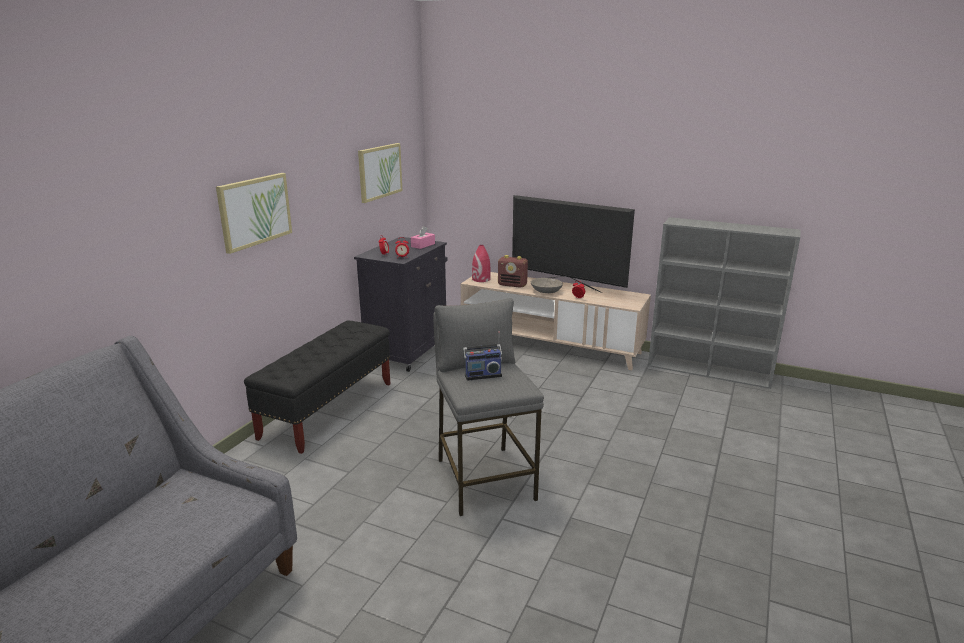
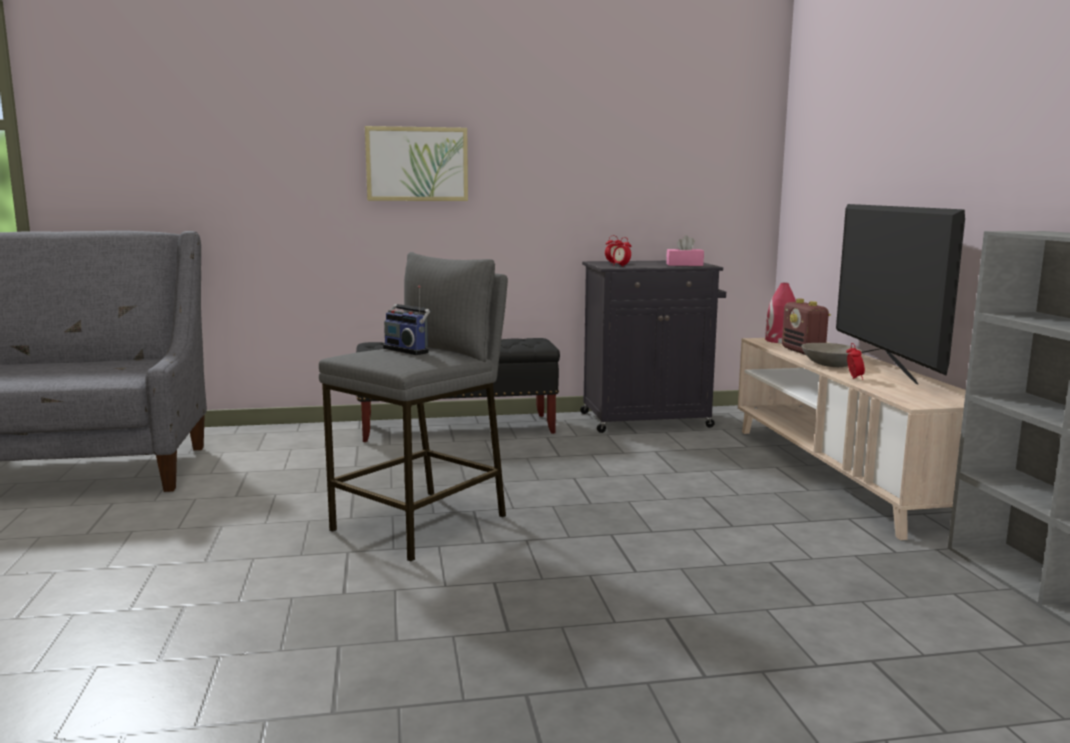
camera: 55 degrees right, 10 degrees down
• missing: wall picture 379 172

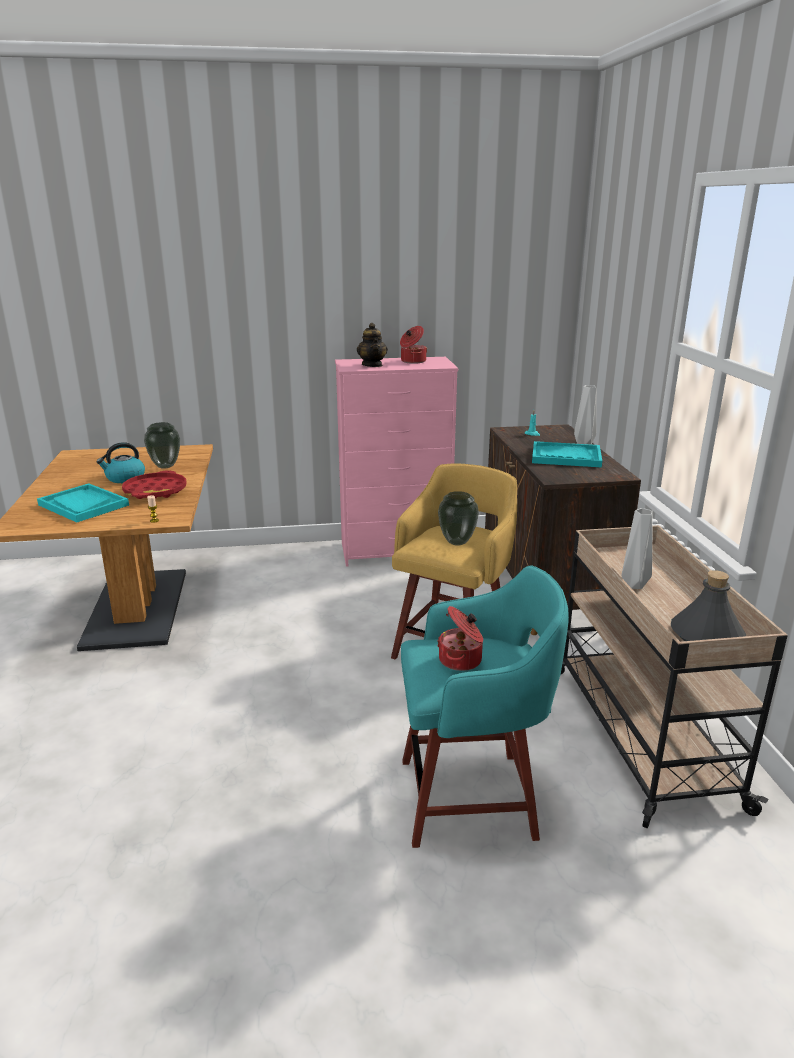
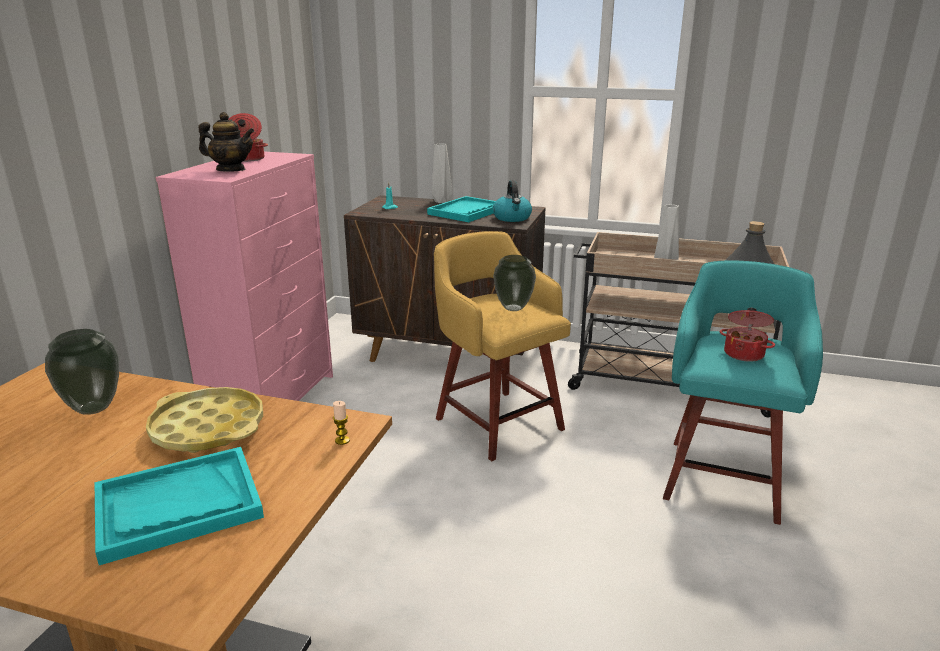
camera: 65 degrees left, 0 degrees up
• colour: red carrying tray 155 491 to yellow carrying tray 208 428
• relocated: kettle 125 478 to 512 218

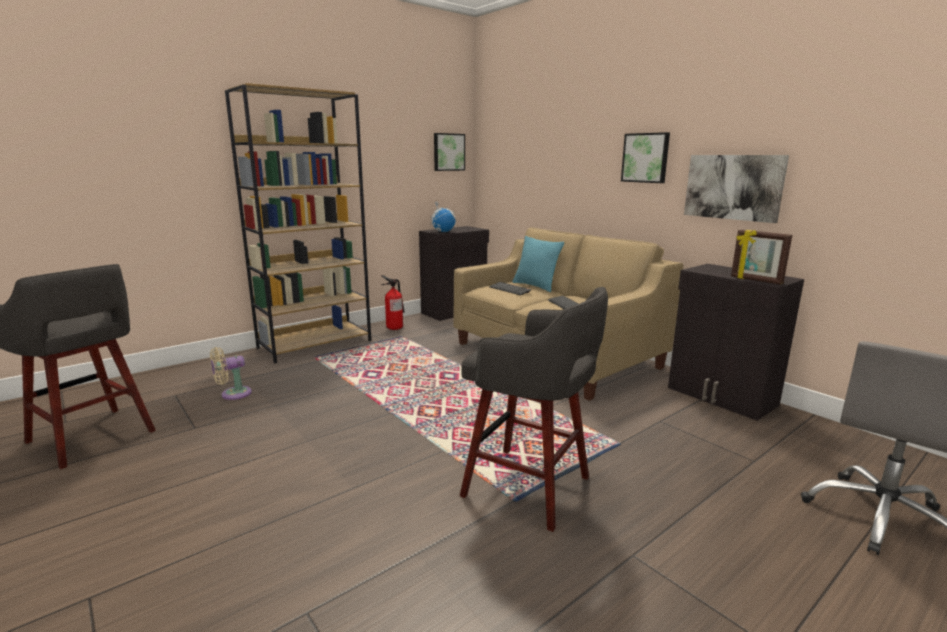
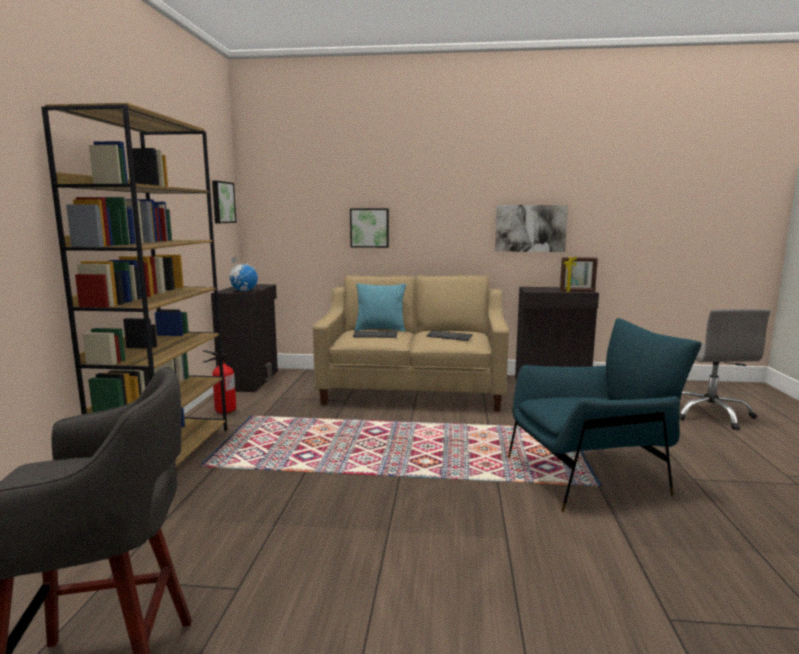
camera: 45 degrees left, 5 degrees down
• relocated: wall picture 646 158 to 369 228
• exchanged: gray sitting stool 530 488 to blue lounge chair 589 475
• missing: beige-coloured fan 233 394

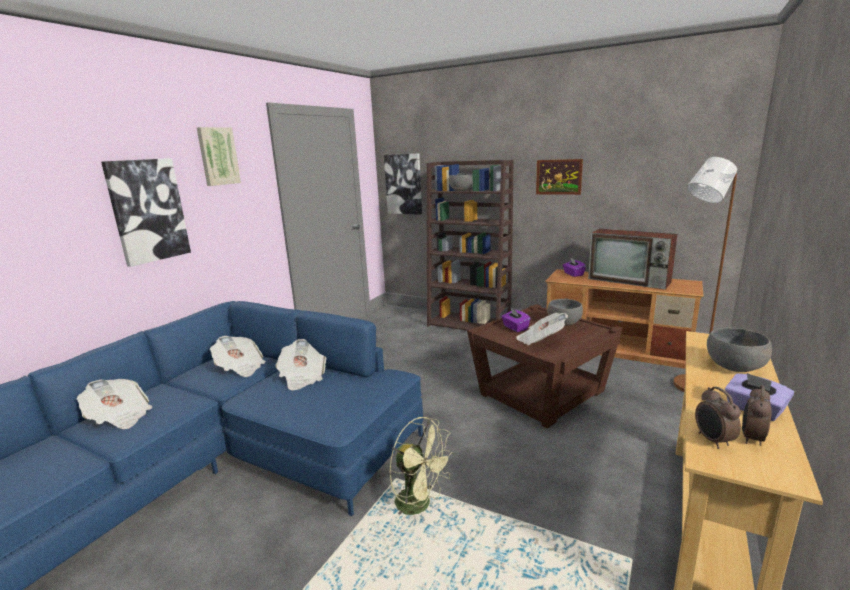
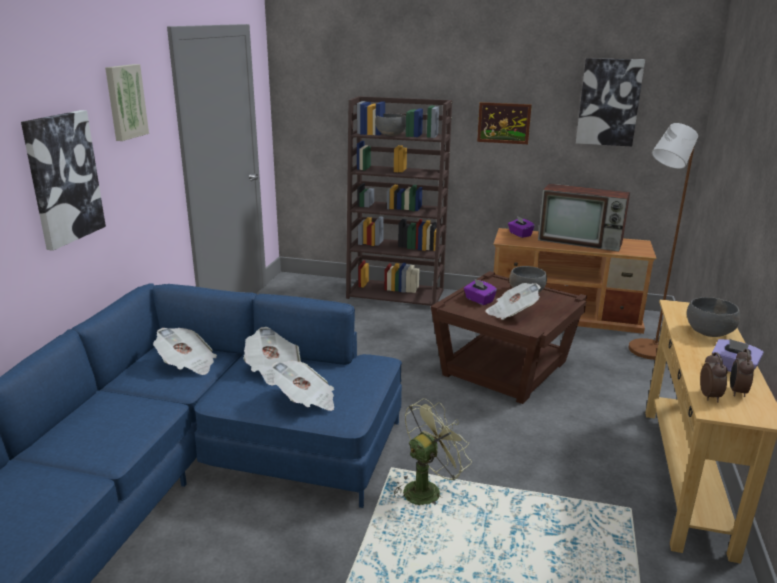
camera: 15 degrees left, 5 degrees up
• relocated: printed paper 119 417 to 306 400
• spun: green fan 420 505 = 427 489 60 degrees counterclockwise
• relocated: wall picture 403 184 to 609 102
• spun: alarm clock 712 440 = 710 396 150 degrees counterclockwise

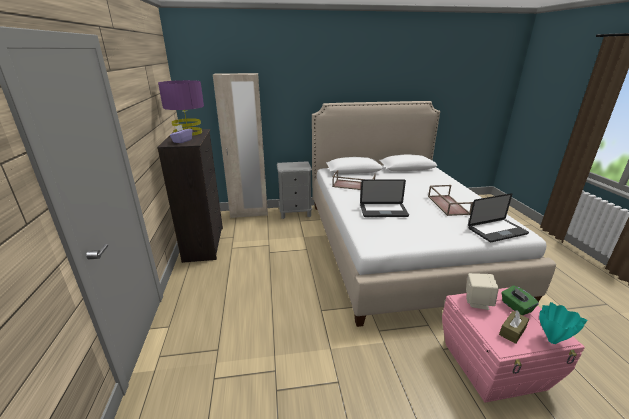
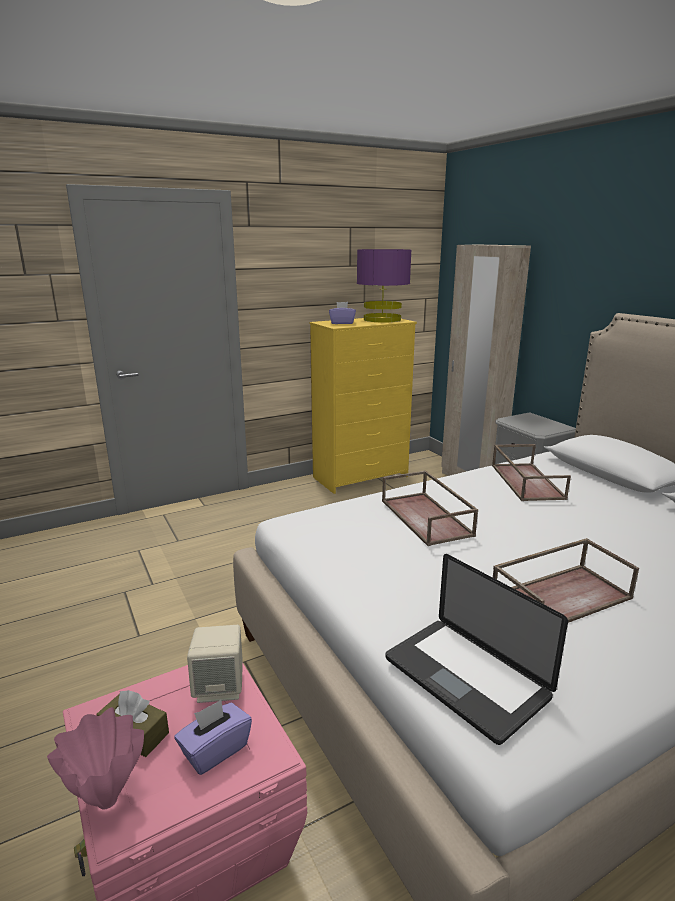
camera: 70 degrees right, 5 degrees down
• colour: turquoise-coloured flower vase 551 340 to pinkish flower vase 108 799
• colour: green tissue box 516 307 to purple-coloured tissue box 215 750
• colour: black chest of drawers 204 244 to yellow chest of drawers 361 477
• exchanged: notebook computer 383 211 to brownish carrying tray 427 518

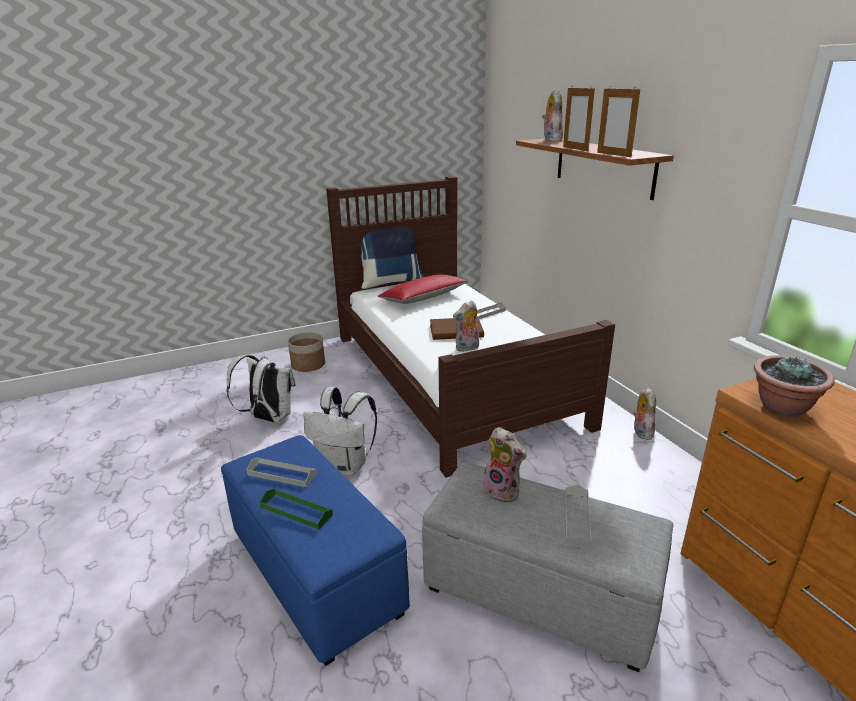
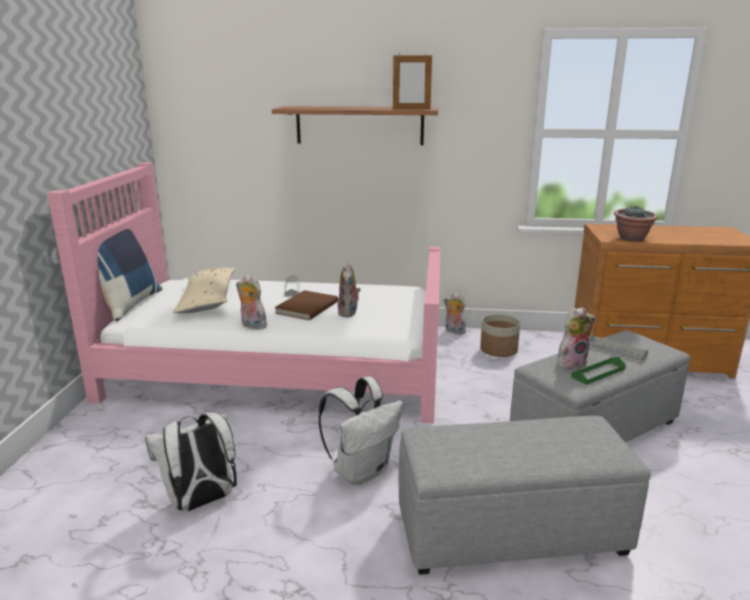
camera: 60 degrees left, 5 degrees down
• colour: brownish bed 450 376 to pinkish bed 277 369
• colour: red cushion 423 298 to beige-coloured cushion 207 300
• relocated: cuddly toy 551 140 to 252 326
• colour: blue footrest 316 573 to gray footrest 512 532
• relocated: flower pot 308 365 to 499 350
• relocated: green carrying tray 296 511 to 598 373
• missing: gray carrying tray 282 474
• missing: photo frame 575 149

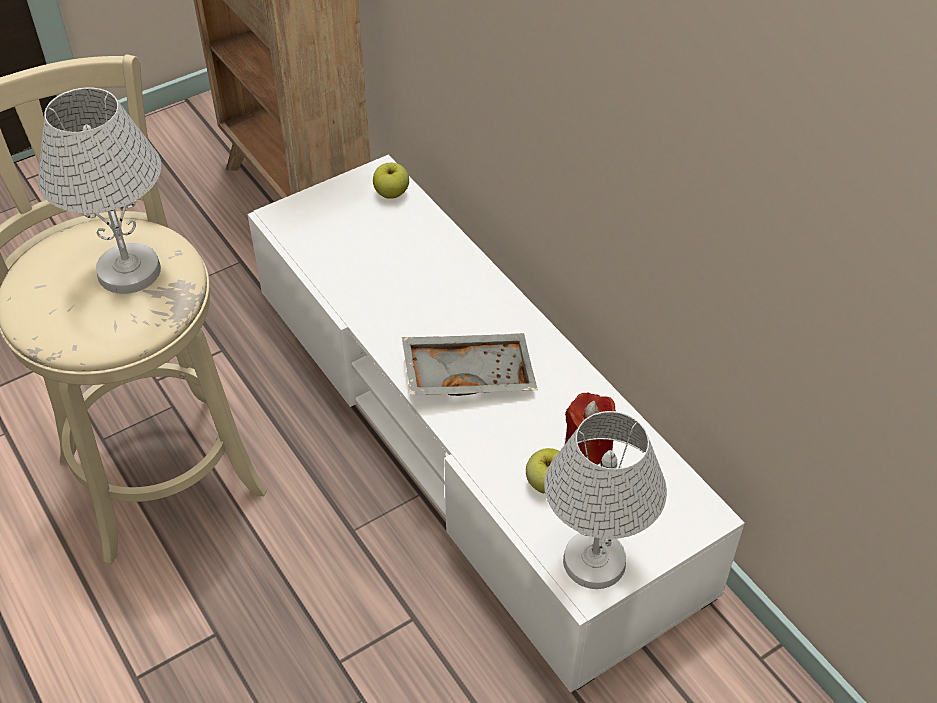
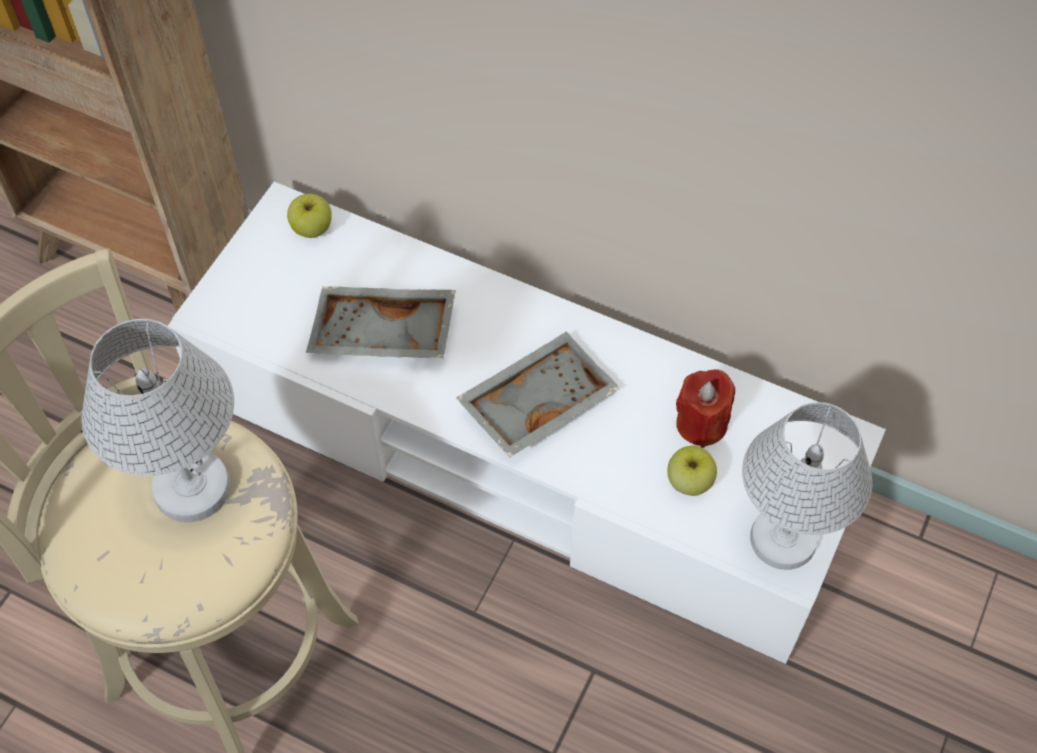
camera: 30 degrees left, 10 degrees up
• appeared: gray carrying tray 382 335

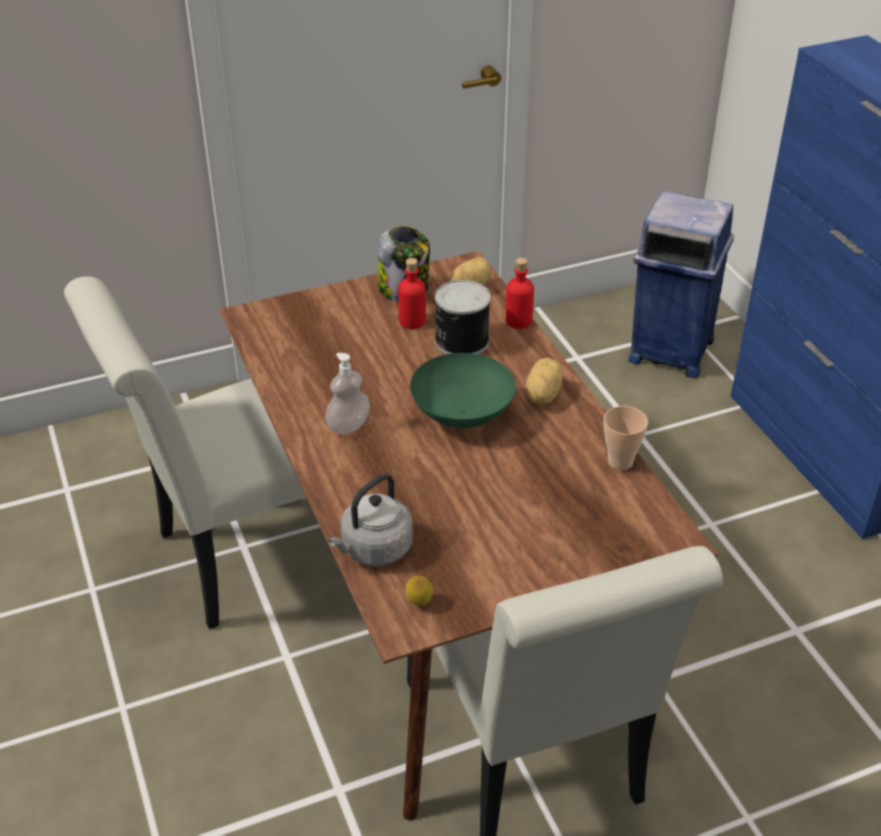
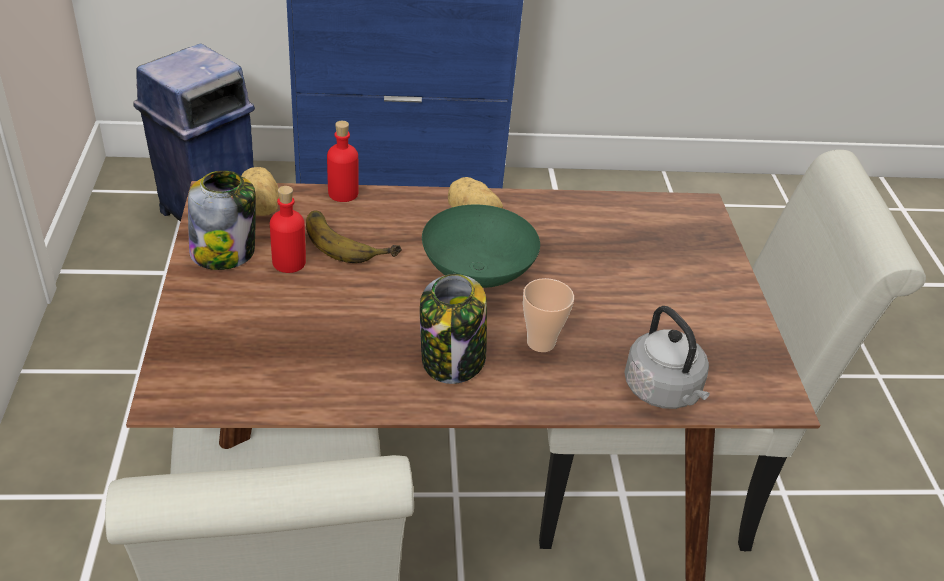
camera: 75 degrees left, 0 degrees up
• exchanged: can 460 340 to whole banana 350 239
• exchanged: liquid soap bottle 348 425 to storage jar 452 360
• relocated: small cup 620 462 to 541 342
• missing: citrus fruit 419 603

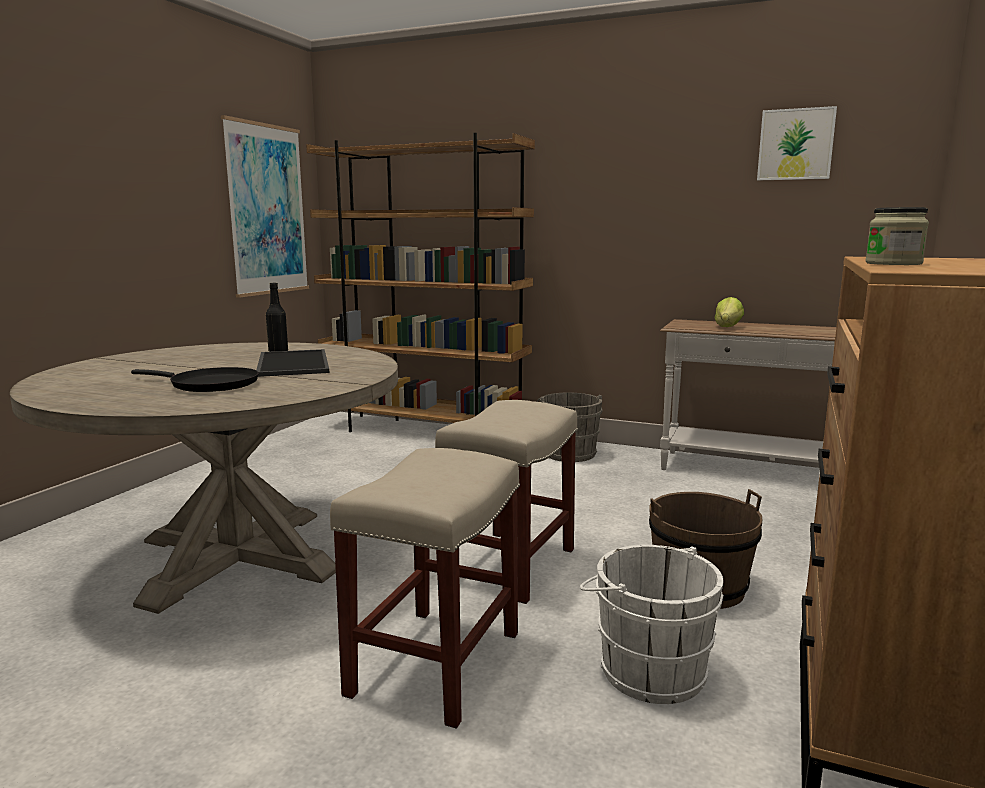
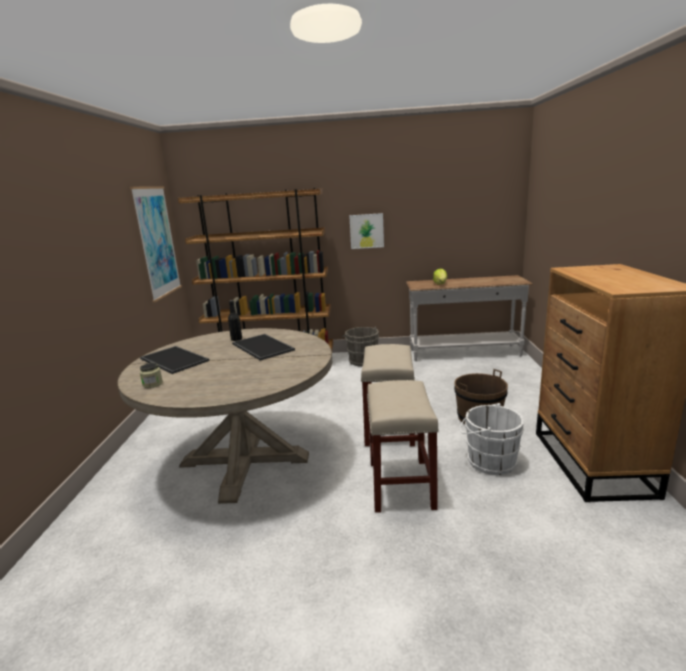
camera: 20 degrees left, 5 degrees up
• appeared: carrying tray 172 360
• relocated: storage jar 893 263 to 152 384
• relocated: wall picture 795 144 to 366 231
• missing: black frying pan 209 384

